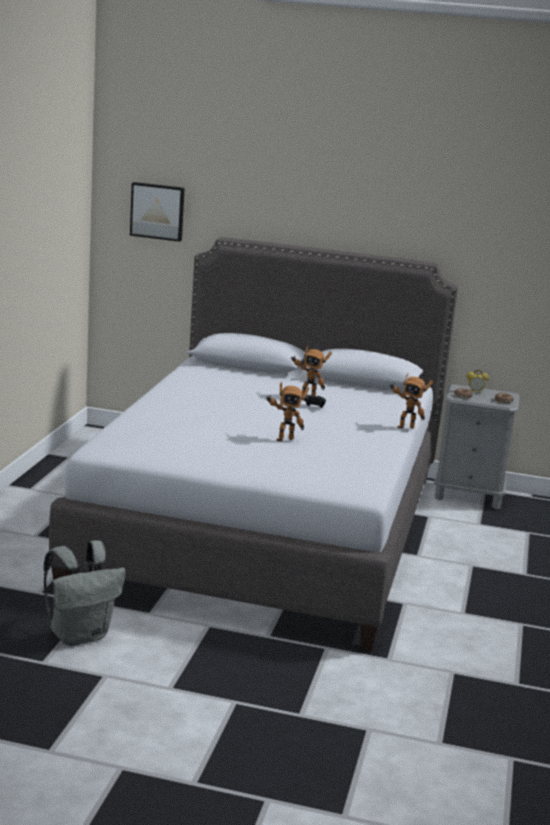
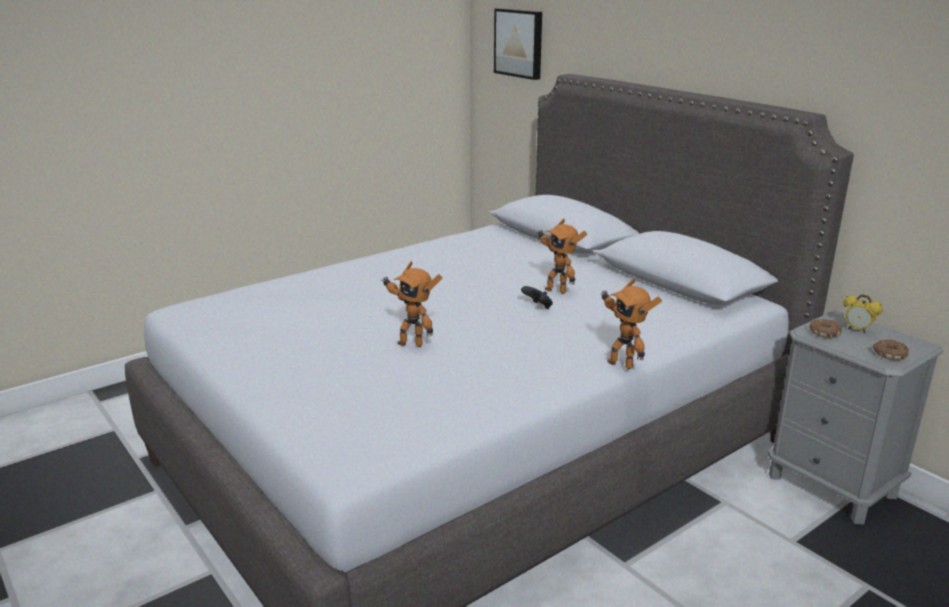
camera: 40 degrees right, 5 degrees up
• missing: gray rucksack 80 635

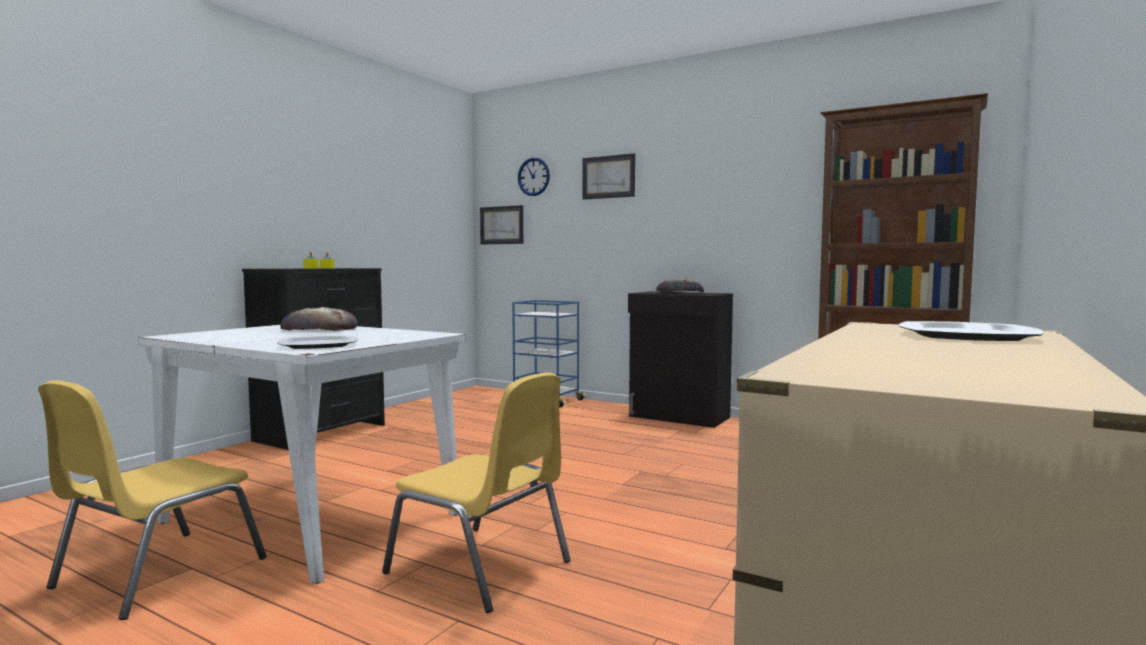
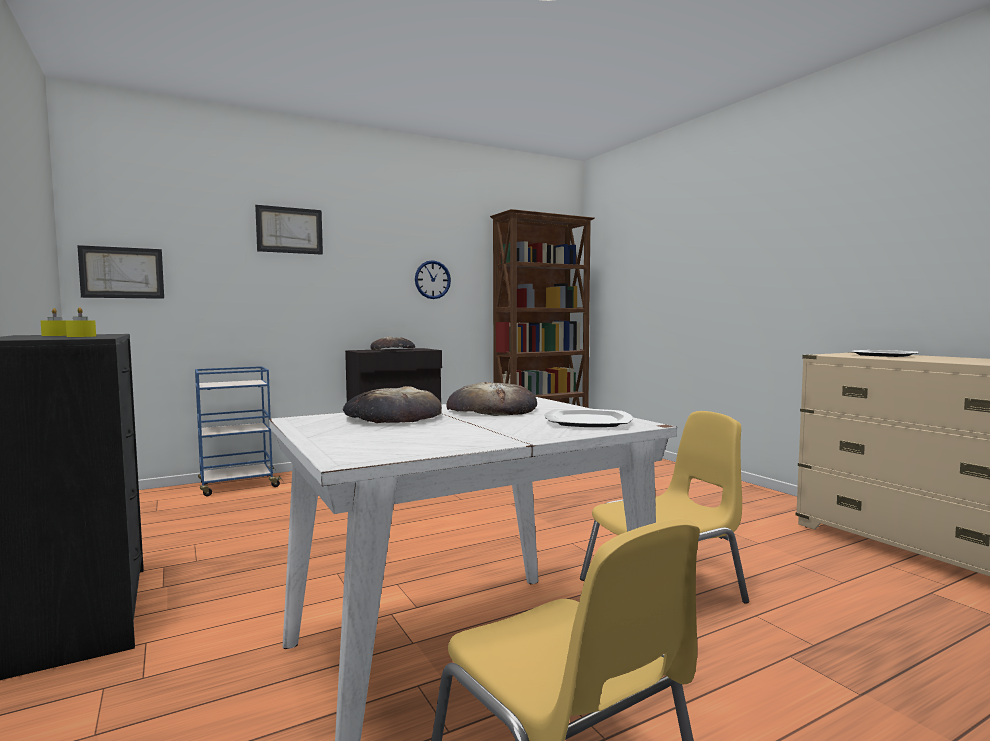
camera: 60 degrees left, 0 degrees up
• relocated: hanging clock 533 177 to 432 279
• appeared: bakery bread 491 409

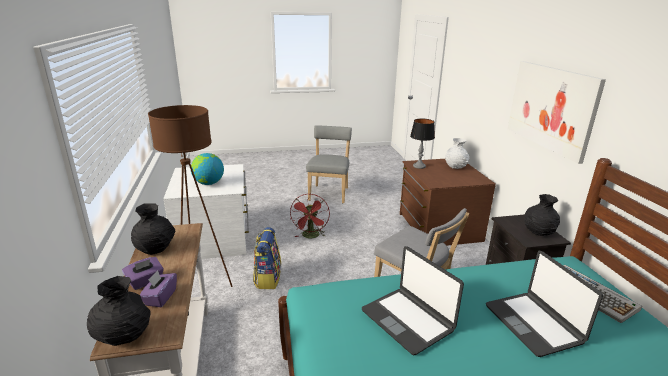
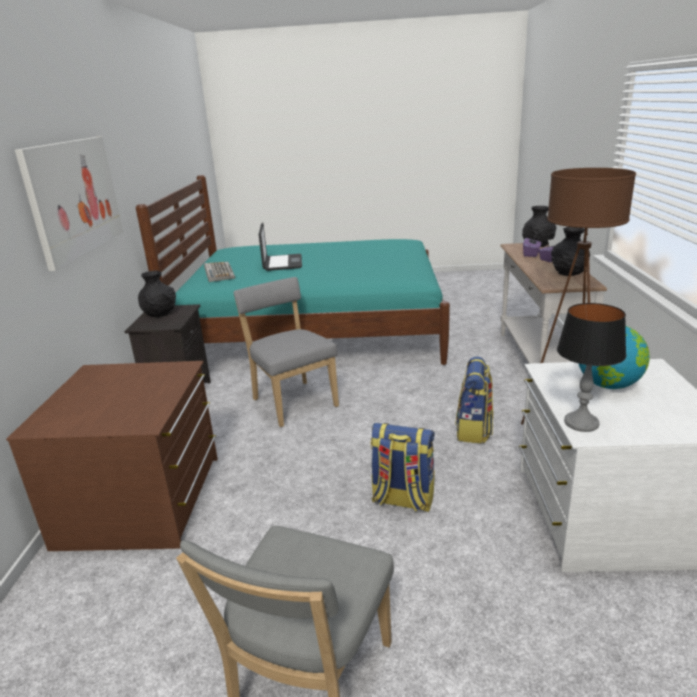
camera: 165 degrees left, 0 degrees up
• exchanged: red fan 311 236 to rucksack 402 500
• relocated: lamp for a table 419 166 to 581 423
• missing: notebook computer 408 320
• missing: white-coloured flower vase 456 167

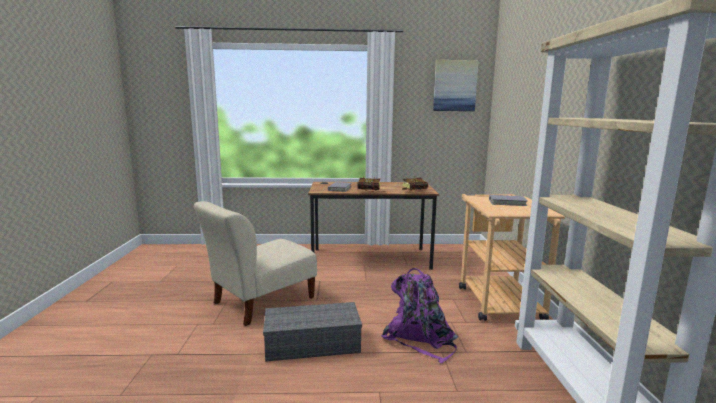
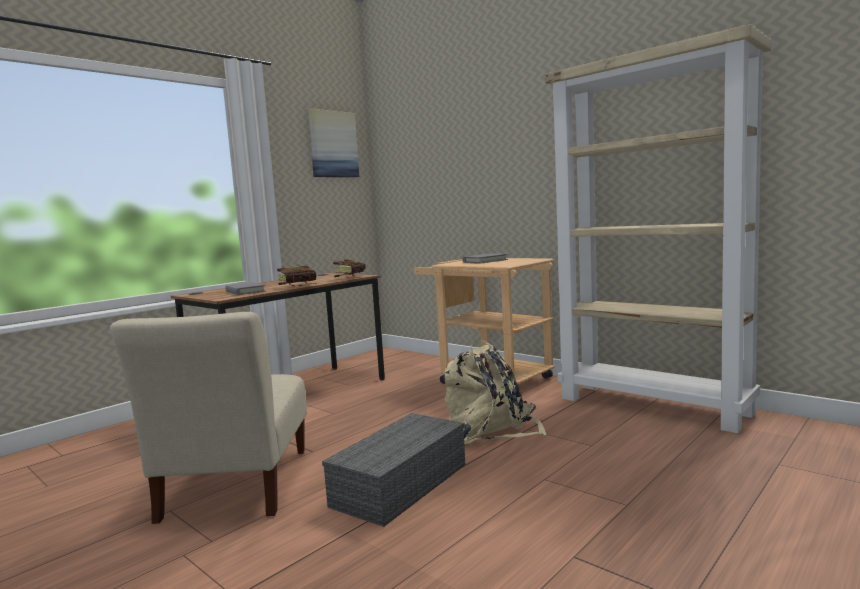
camera: 45 degrees left, 5 degrees down
• colour: purple-coloured rucksack 420 338 to beige-coloured rucksack 491 429

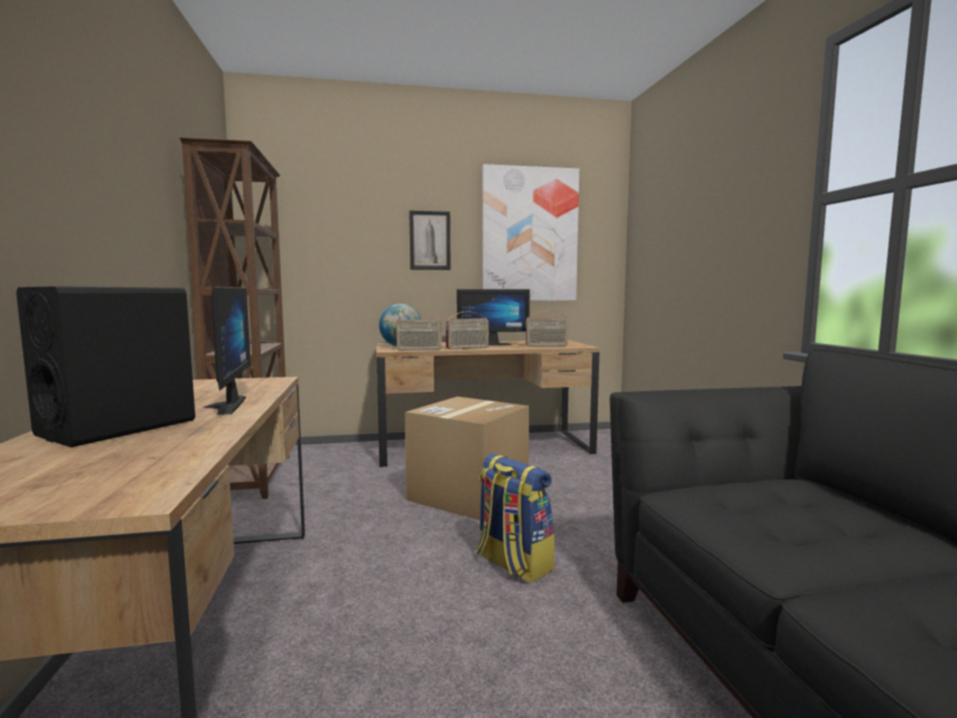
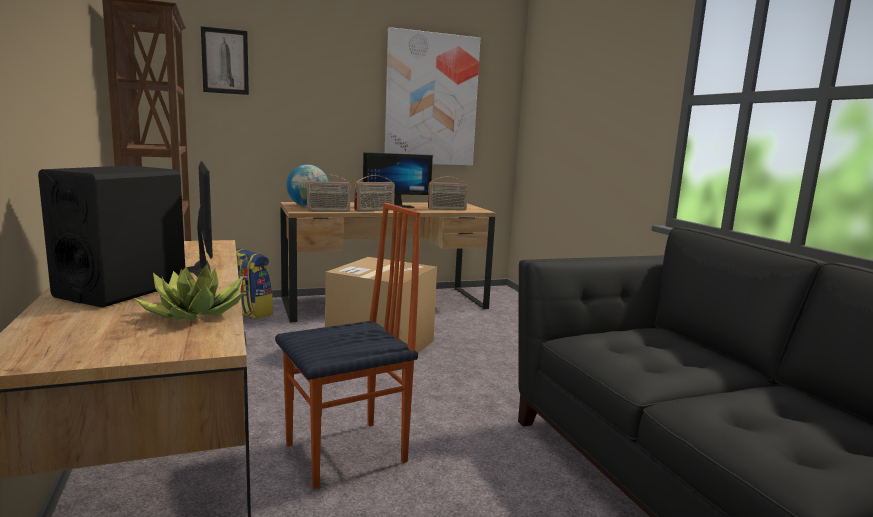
camera: 10 degrees left, 5 degrees up
• appeared: plant in a pot 196 313
• relocated: wall picture 430 240 to 225 61
• relocated: rucksack 512 564 to 249 313
• appeared: chair 347 454

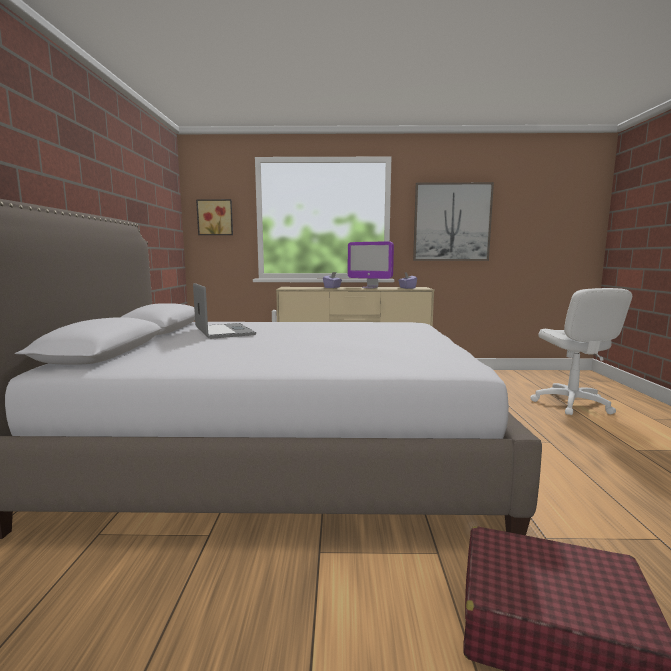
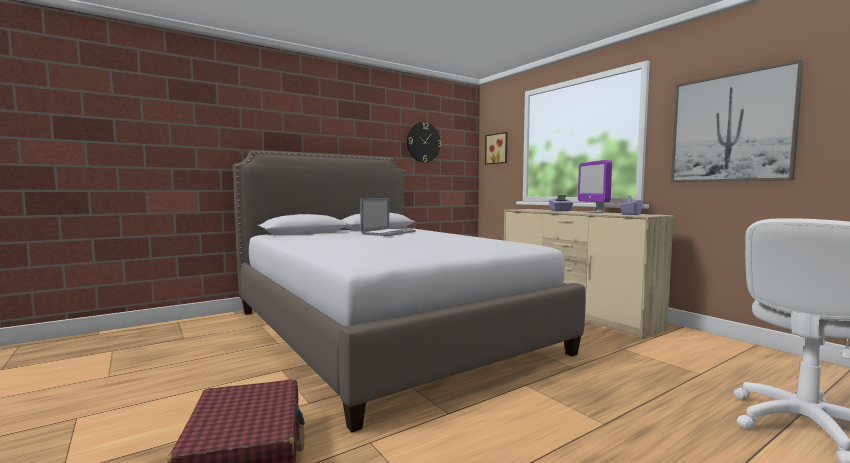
camera: 55 degrees right, 5 degrees down
• appeared: hanging clock 423 142

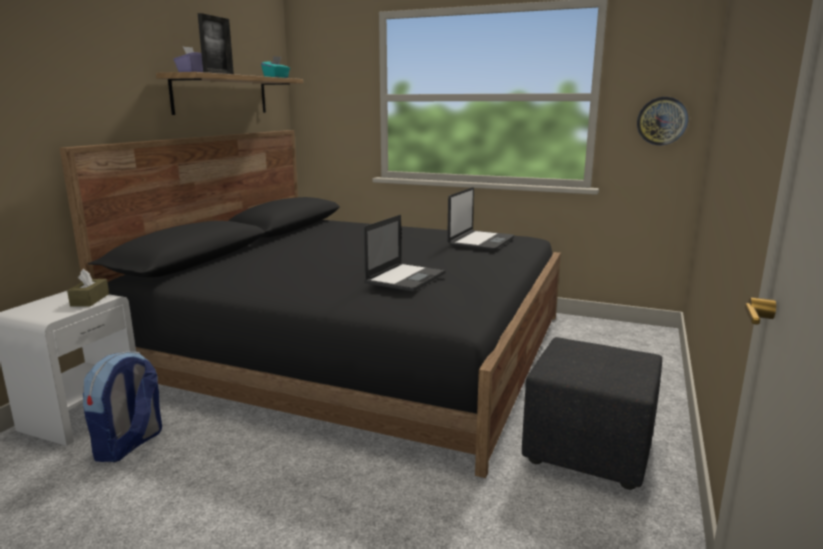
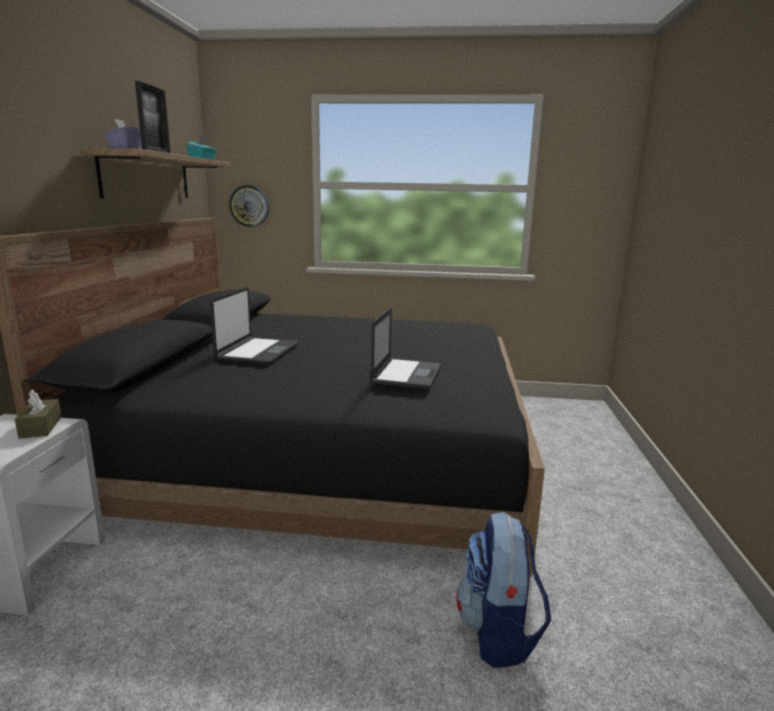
camera: 15 degrees left, 0 degrees up
• relocated: notebook computer 480 241 to 257 352
• relocated: hanging clock 662 121 to 249 206
• relocated: rucksack 129 445 to 499 633
• missing: black footrest 589 450

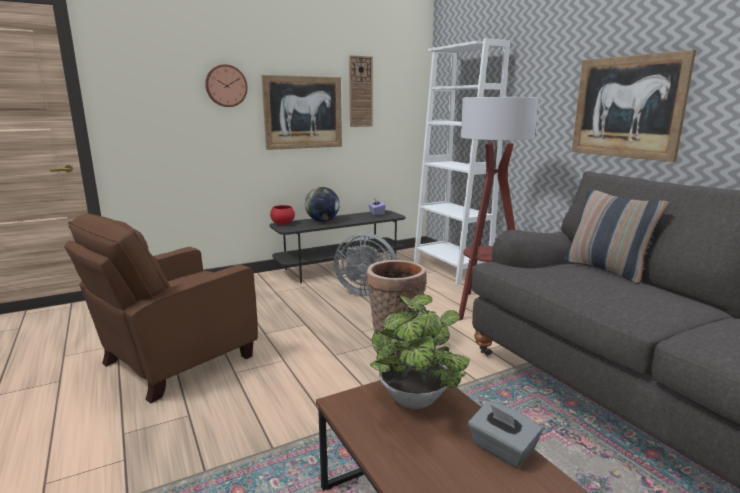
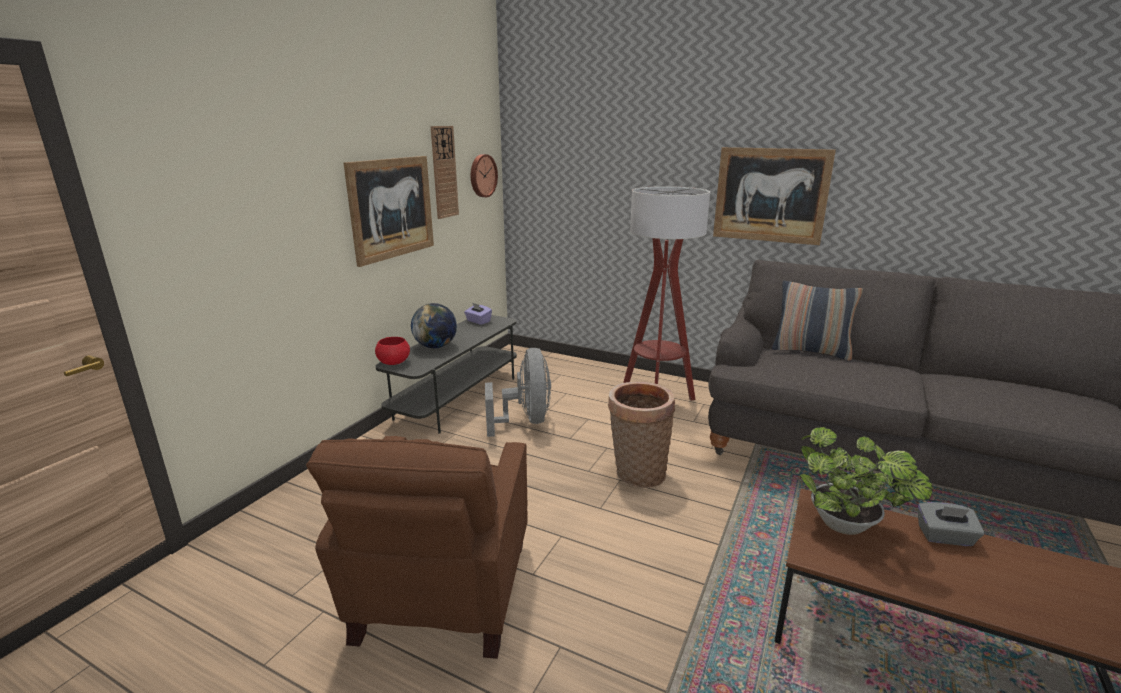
camera: 35 degrees left, 5 degrees up
• relocated: hanging clock 226 86 to 482 175
• spun: gray fan 365 291 = 525 421 75 degrees counterclockwise
• missing: white-coloured bookcase 451 269

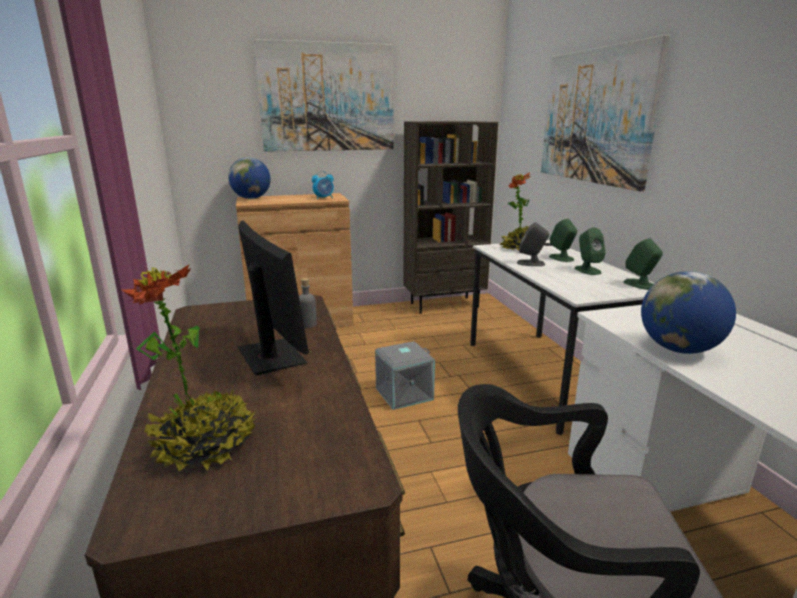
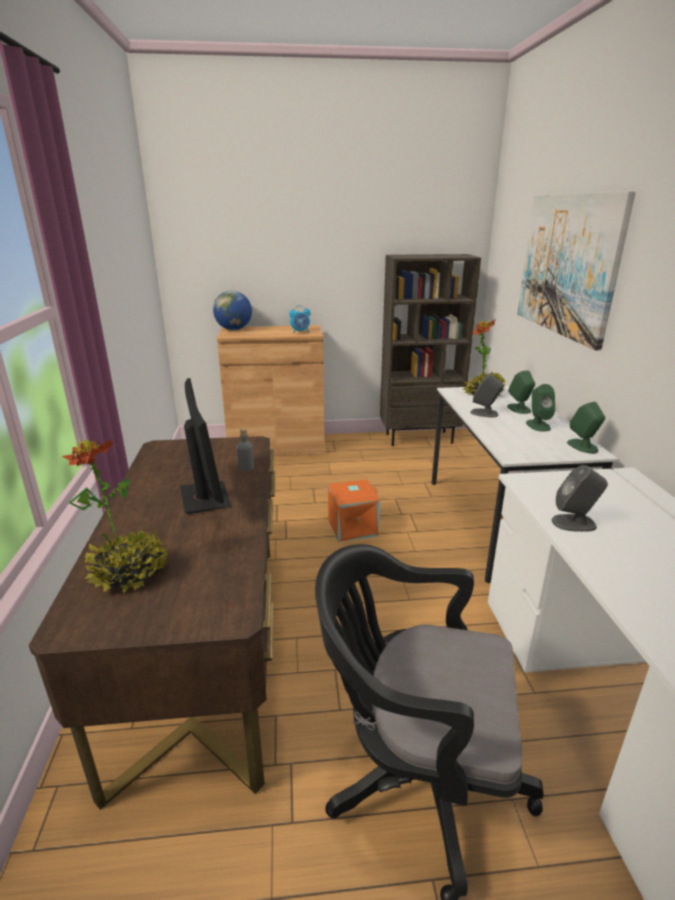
camera: 10 degrees right, 5 degrees up
• colour: gray storage container 404 393 to orange-coloured storage container 352 527
• exchanged: world globe 679 349 to gray audio speaker 574 523
• missing: wall picture 327 98

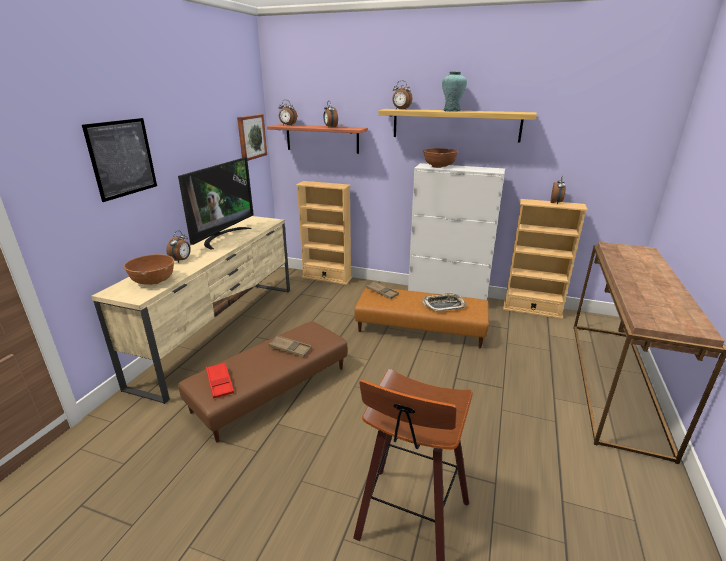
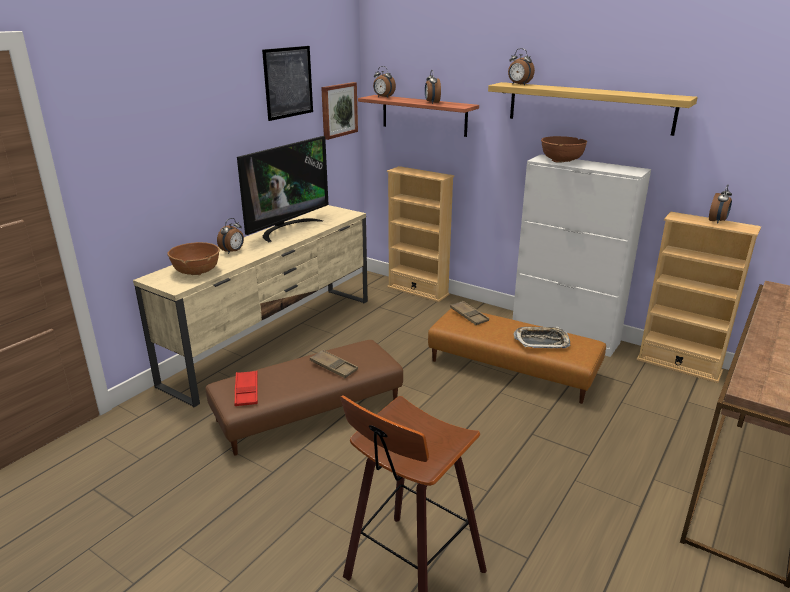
camera: 15 degrees right, 0 degrees up
• relocated: wall picture 122 158 to 288 82
• missing: turquoise-coloured flower vase 451 110

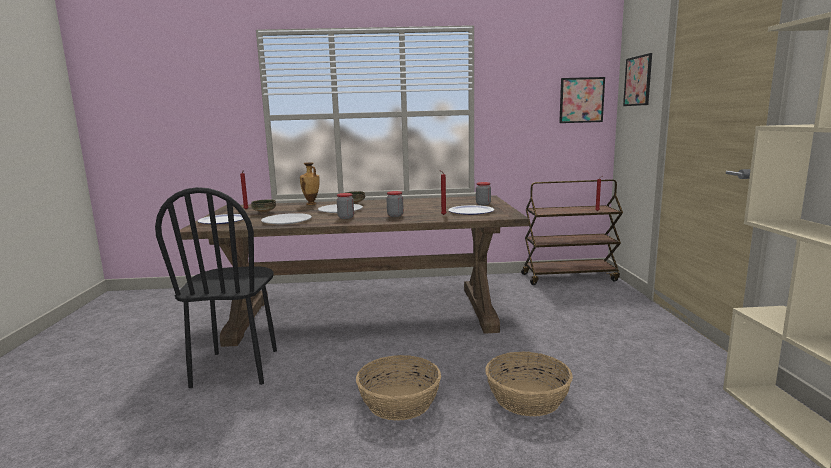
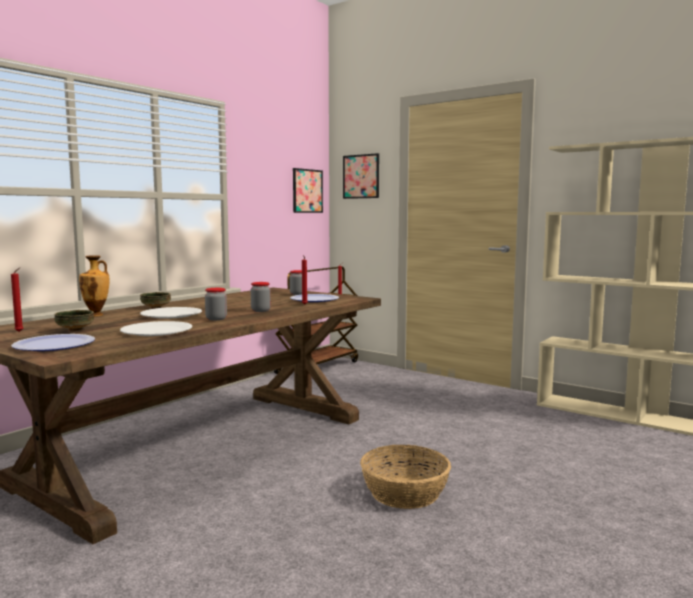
camera: 50 degrees left, 5 degrees down
• missing: black chair 236 368
• missing: basket 526 398

